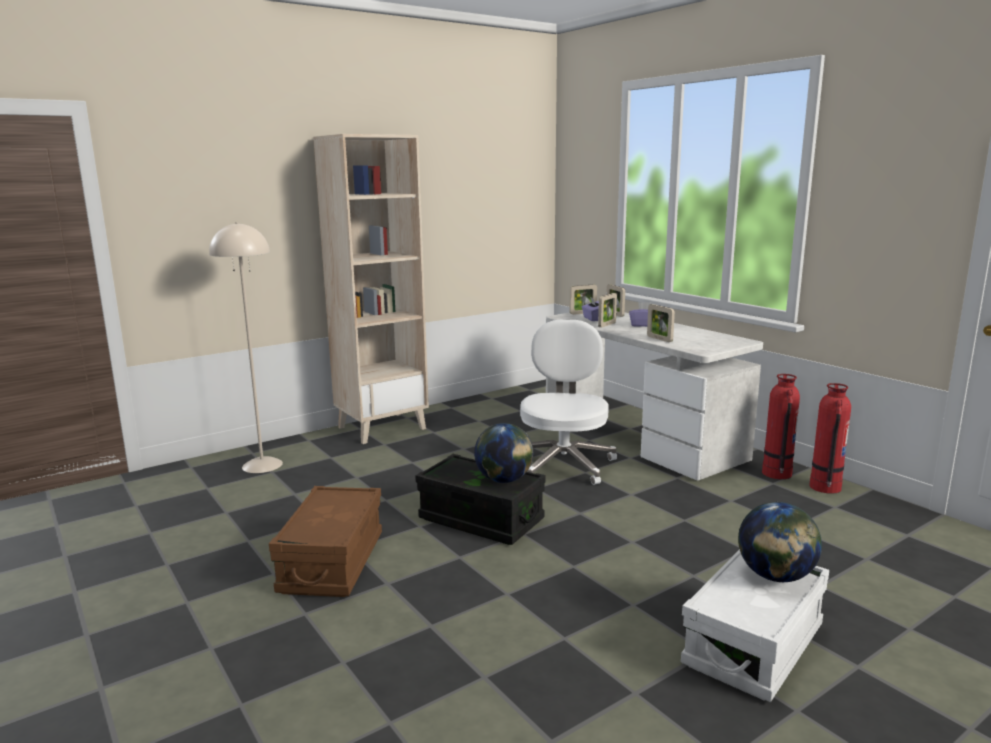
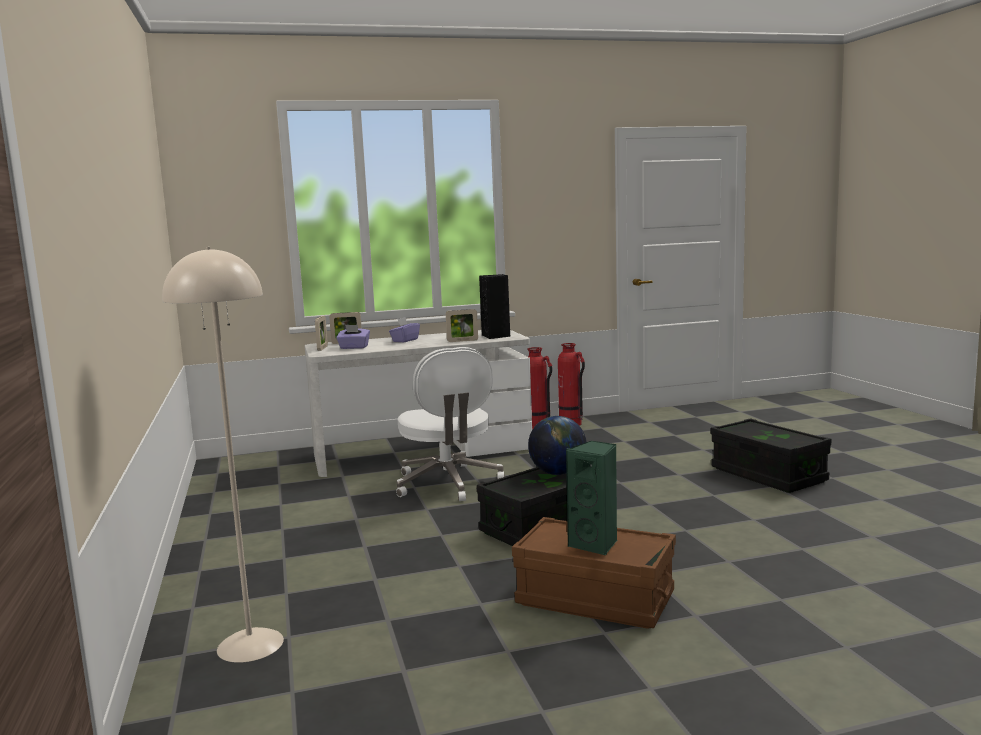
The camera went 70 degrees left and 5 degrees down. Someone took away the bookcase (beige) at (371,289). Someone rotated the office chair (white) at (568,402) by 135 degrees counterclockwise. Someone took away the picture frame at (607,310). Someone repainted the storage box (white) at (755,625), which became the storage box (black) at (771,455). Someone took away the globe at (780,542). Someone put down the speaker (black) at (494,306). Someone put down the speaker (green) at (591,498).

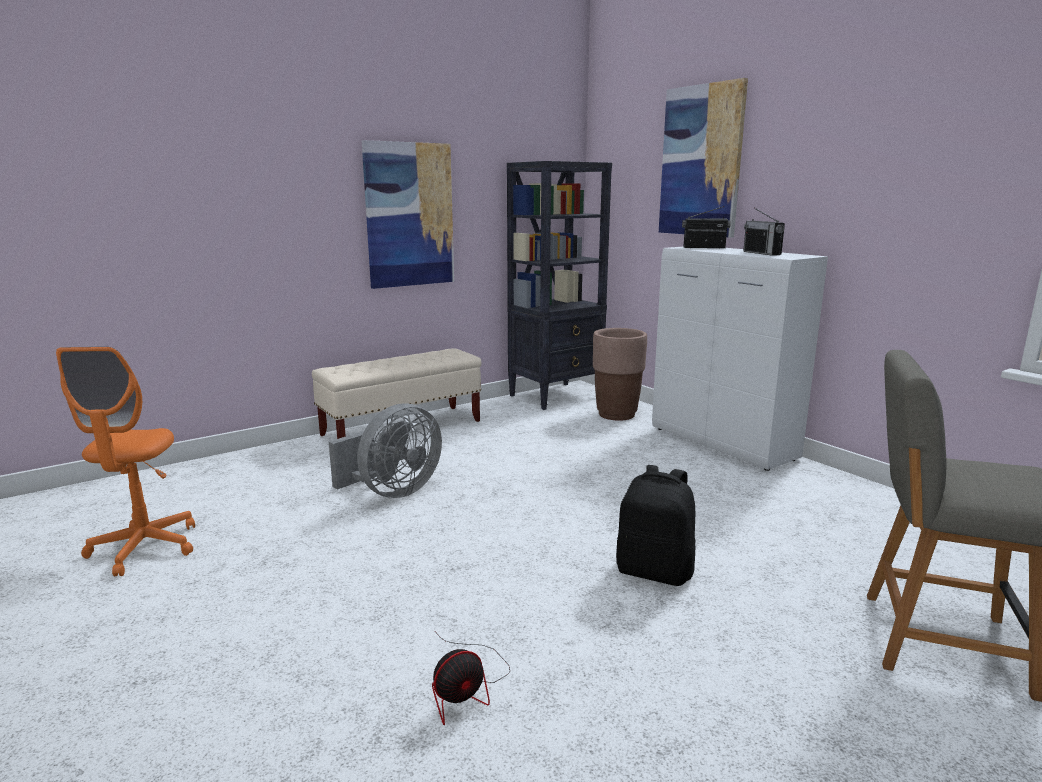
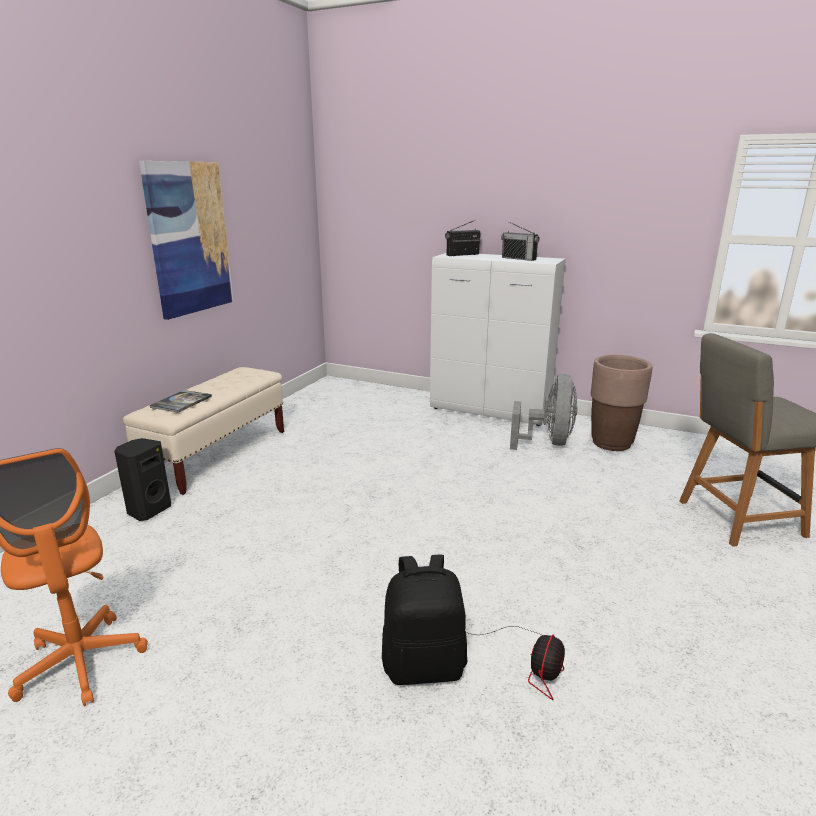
The camera went 30 degrees left and 5 degrees up. Someone carried the fan (grey) from (385,450) to (544,412). Someone took away the bookcase (black) at (559,285). Someone carried the planter (brown) from (620,374) to (621,403). Someone carried the backpack (black) from (655,525) to (424,619). Someone took away the picture at (703,158). Someone put down the speaker (black) at (142,479). Someone put down the book at (180,401).

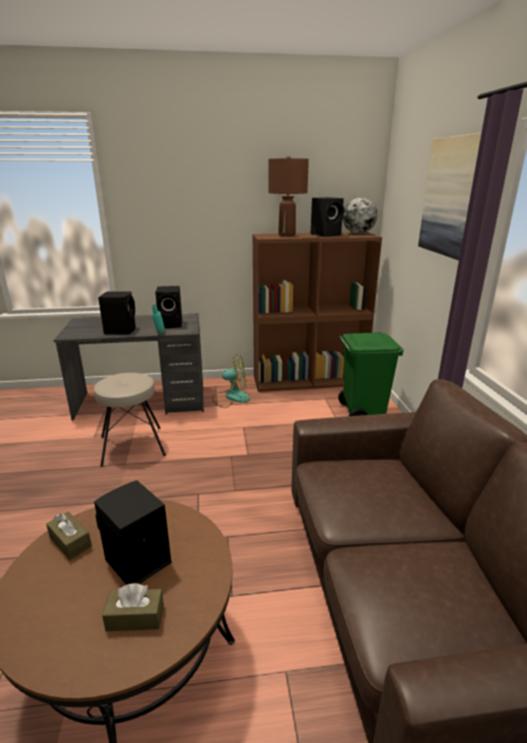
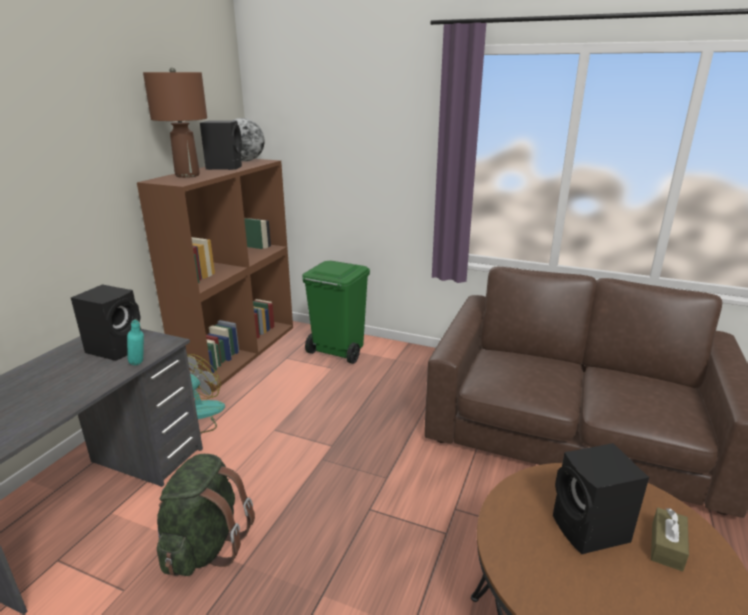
The camera went 60 degrees left and 0 degrees up. Someone took away the tissue box (brown) at (69,536). Someone swapped the stool (beige) at (130,420) for the backpack (green) at (206,515). Someone took away the speaker (black) at (117,313). Someone took away the picture at (450,196).

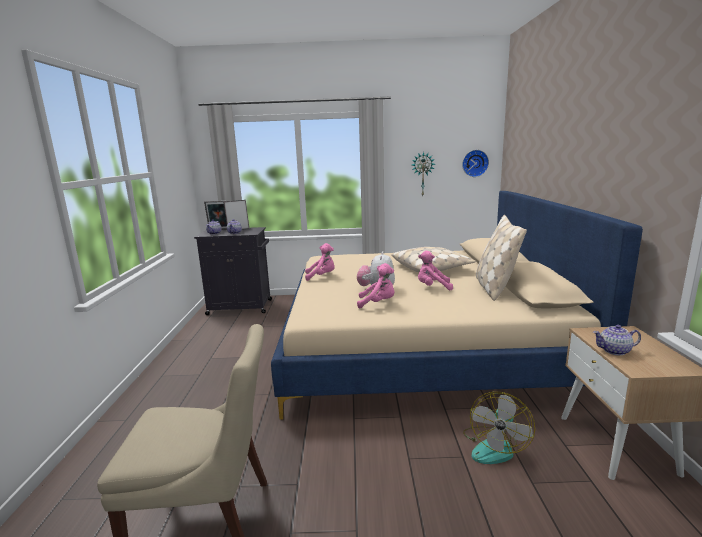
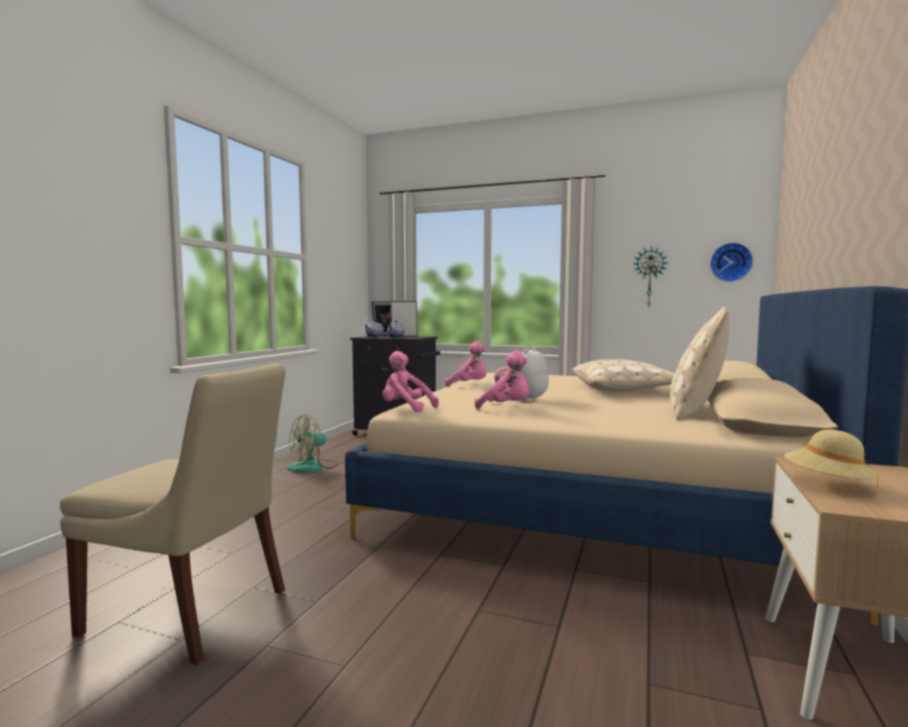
The camera went 20 degrees right and 10 degrees down. Someone carried the plush toy (pink) from (435,270) to (410,381). Someone carried the fan from (499,428) to (313,443). Someone swapped the teapot at (617,340) for the hat (beige) at (831,459).

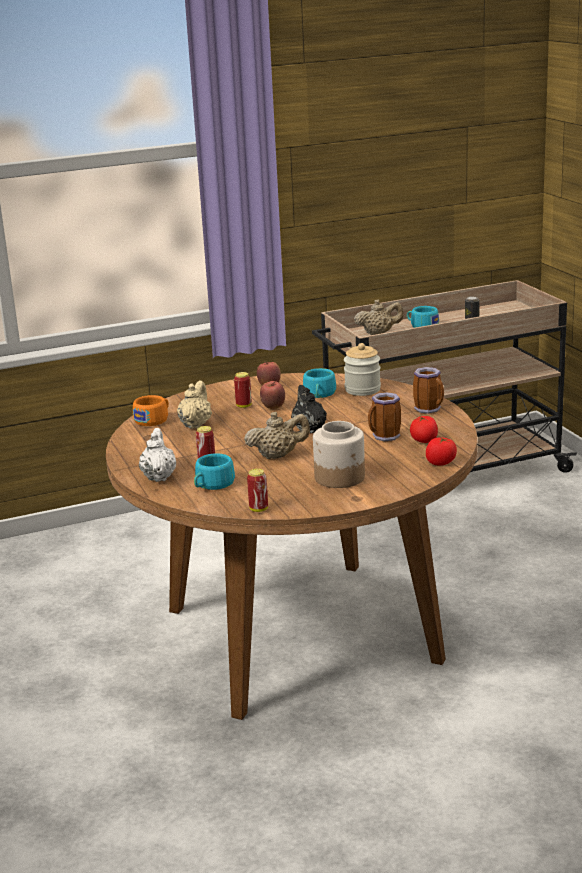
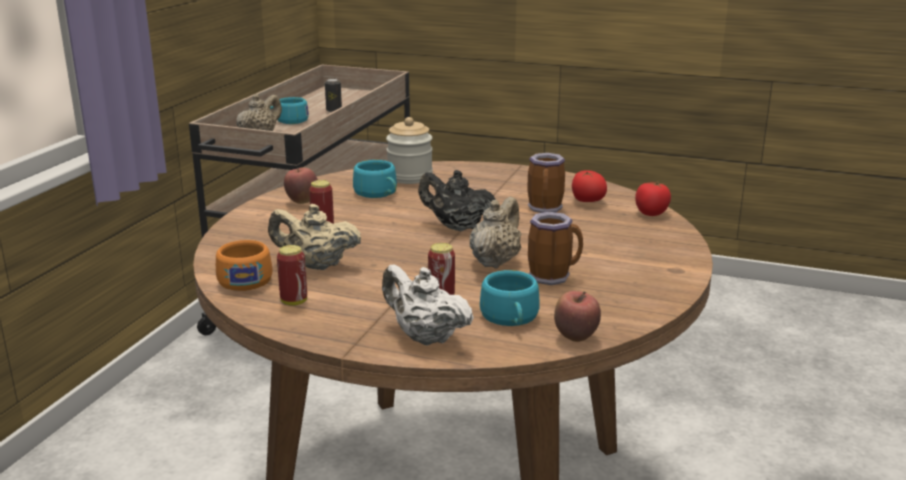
The camera went 50 degrees left and 0 degrees up. Someone rotated the teapot (beige) at (194,405) by 45 degrees counterclockwise. Someone carried the can from (257,490) to (292,275). Someone carried the apple from (272,395) to (577,316). Someone took away the jar at (339,454). Someone carried the mug from (428,390) to (555,248).

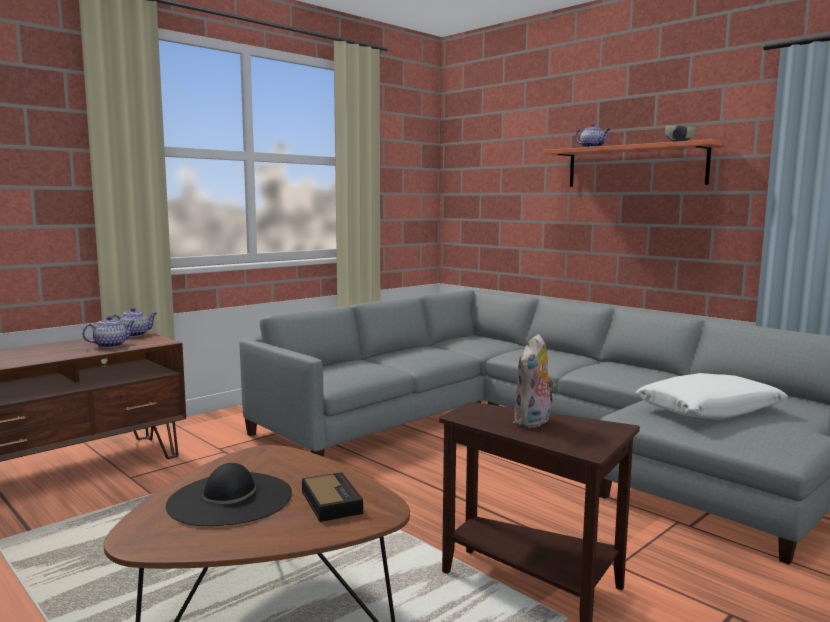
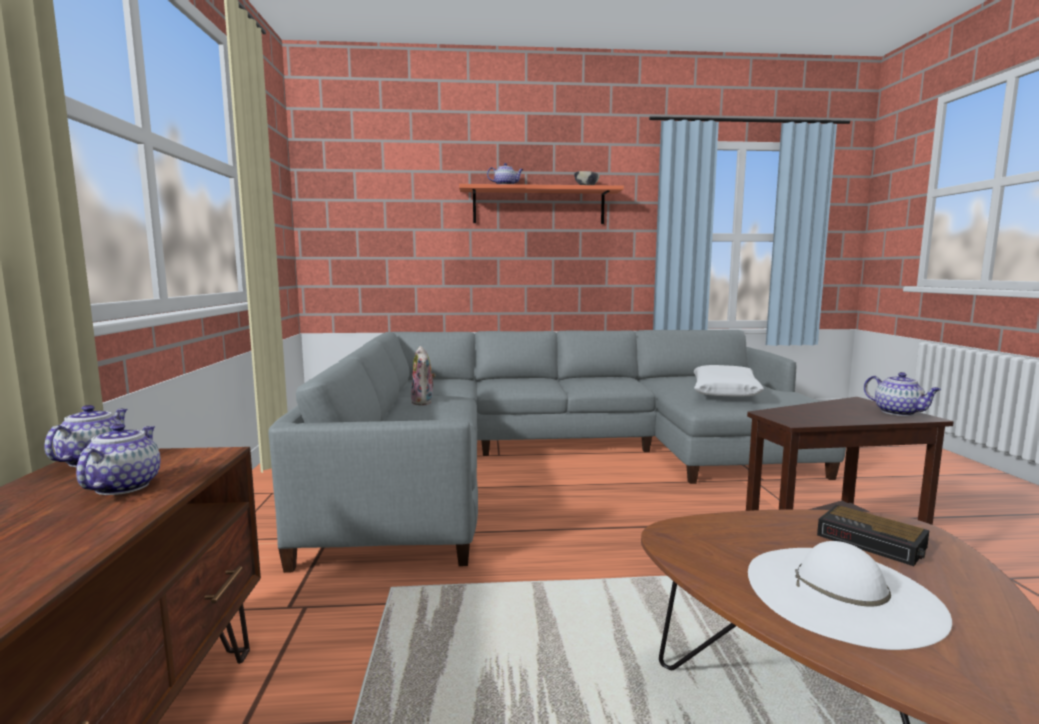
The camera went 50 degrees left and 0 degrees up. Someone repainted the hat (black) at (229,494), which became the hat (white) at (850,595). Someone rotated the alarm clock at (332,497) by 150 degrees counterclockwise. Someone carried the plush toy from (534,381) to (423,375). Someone put down the teapot at (902,394).

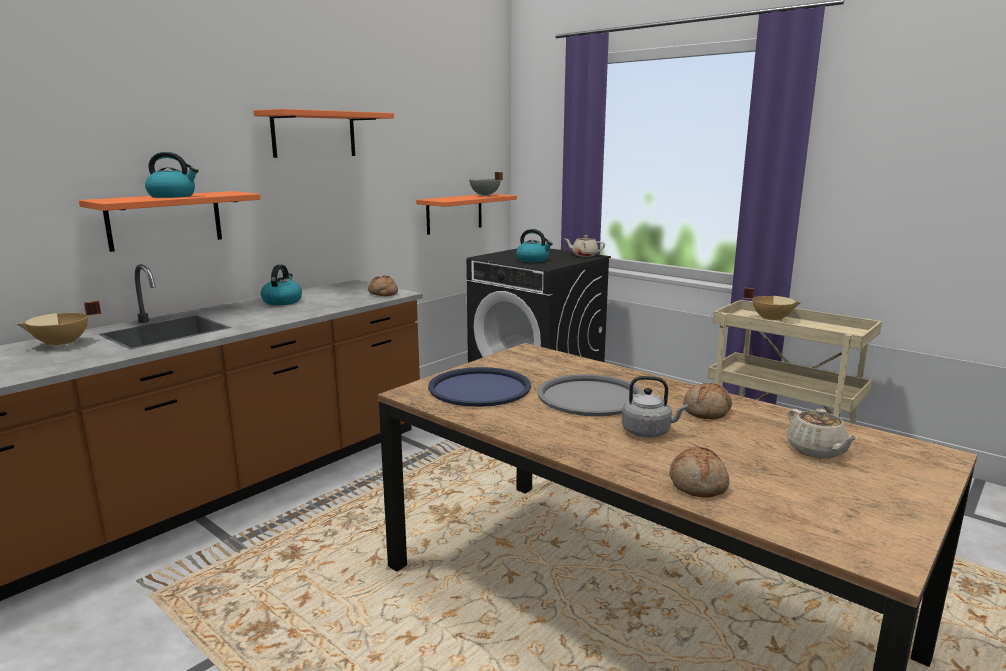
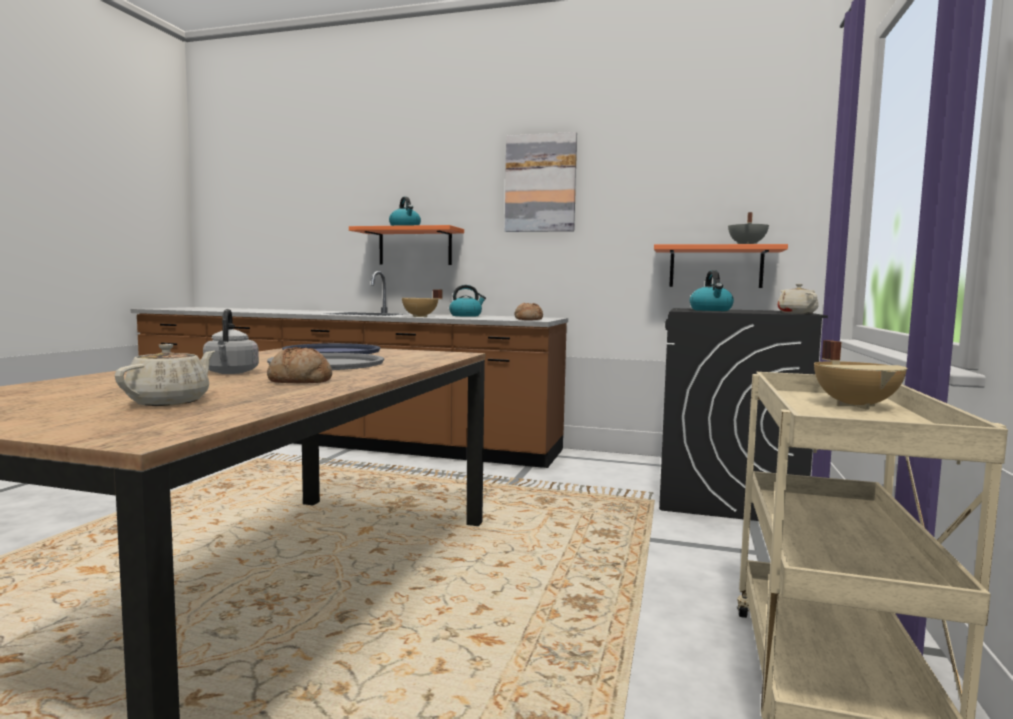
The camera went 65 degrees right and 10 degrees down. Someone carried the cooking pot (beige) from (58,324) to (422,303). Someone swapped the shelf (orange) at (324,133) for the picture at (541,182). Someone took away the bread at (699,472). Someone rotated the teapot (beige) at (822,434) by 150 degrees clockwise.

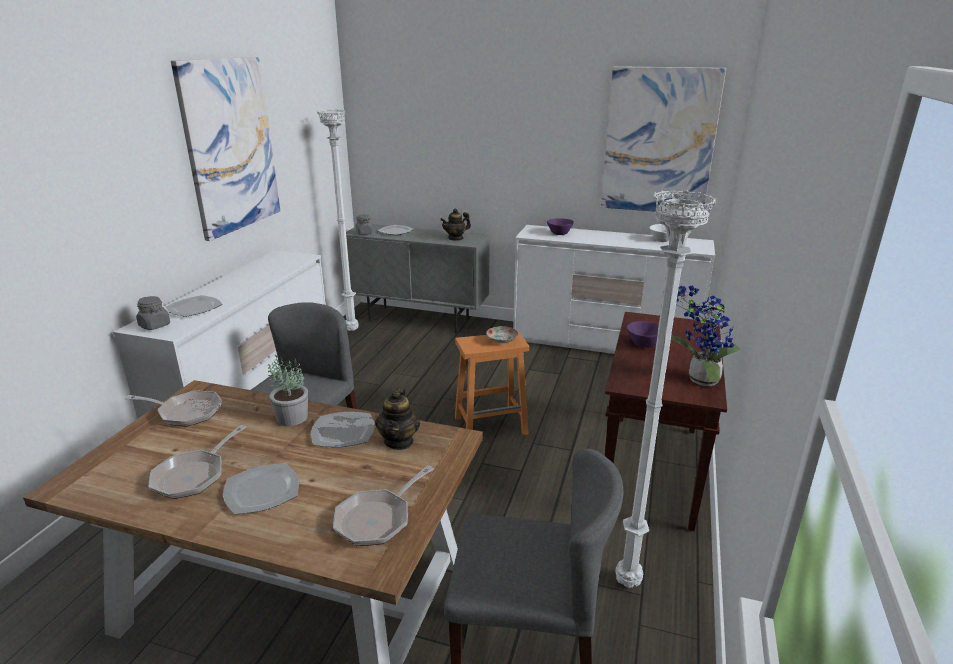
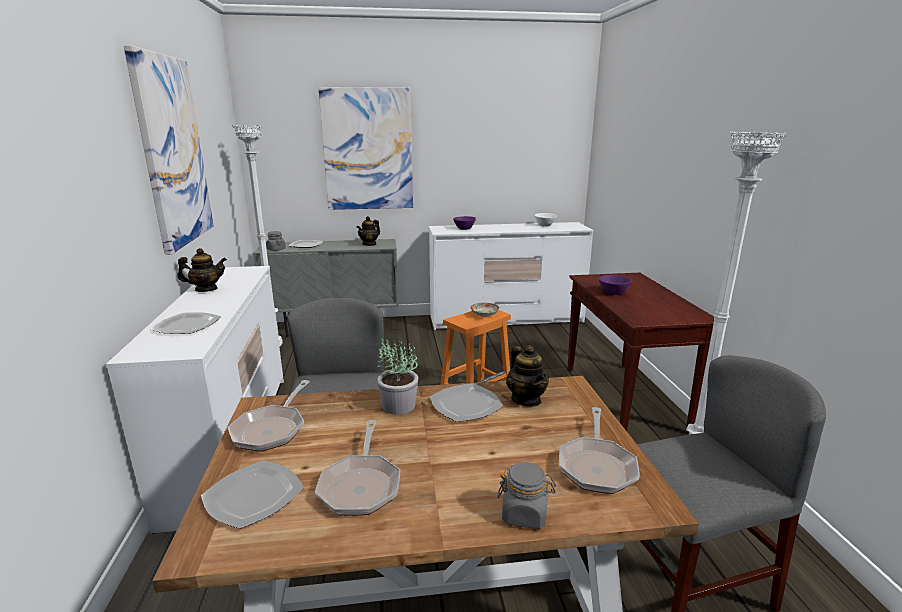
The camera went 25 degrees left and 5 degrees down. Someone rotated the frying pan at (173,408) by 120 degrees clockwise. Someone carried the jar (grey) from (153,313) to (526,495). Someone carried the plate from (261,488) to (252,495). Someone carried the picture from (663,139) to (365,148). Someone took away the potted plant at (705,335). Someone put down the teapot at (202,270).

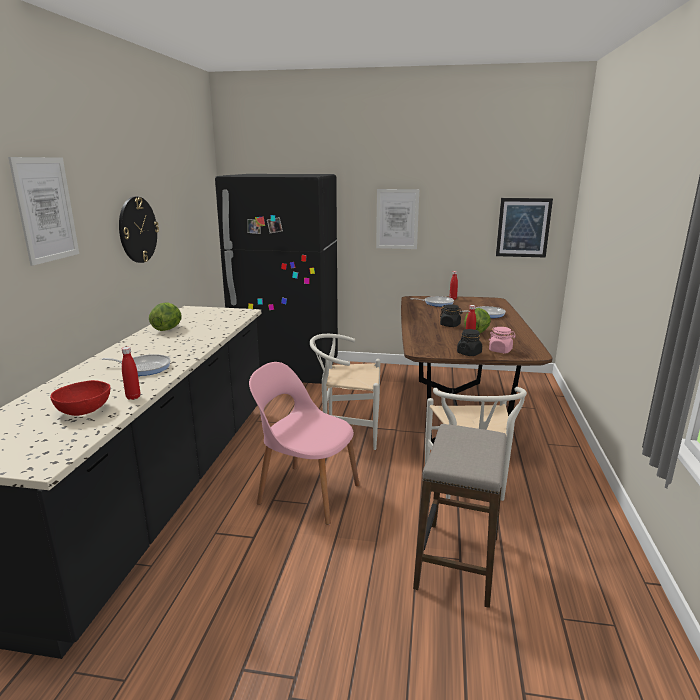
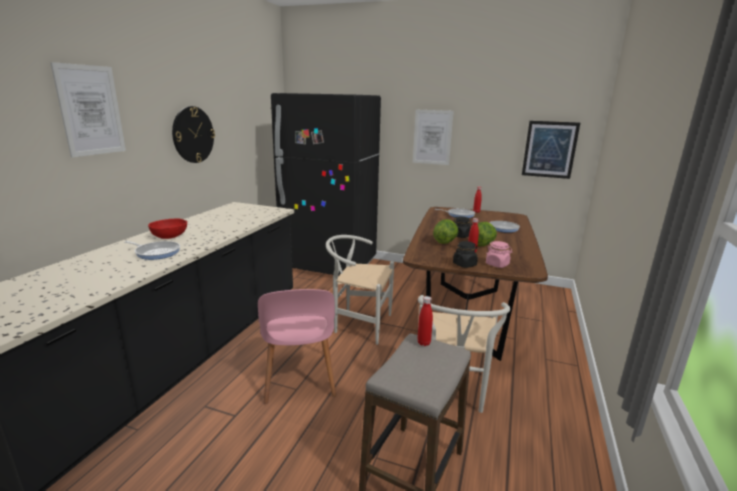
The camera went 10 degrees right and 0 degrees up. Someone carried the bowl (red) from (80,398) to (167,228). Someone carried the bottle (red) from (131,373) to (425,321). Someone carried the lettuce from (165,316) to (445,231). Someone rotated the chair (pink) at (304,443) by 135 degrees counterclockwise.

